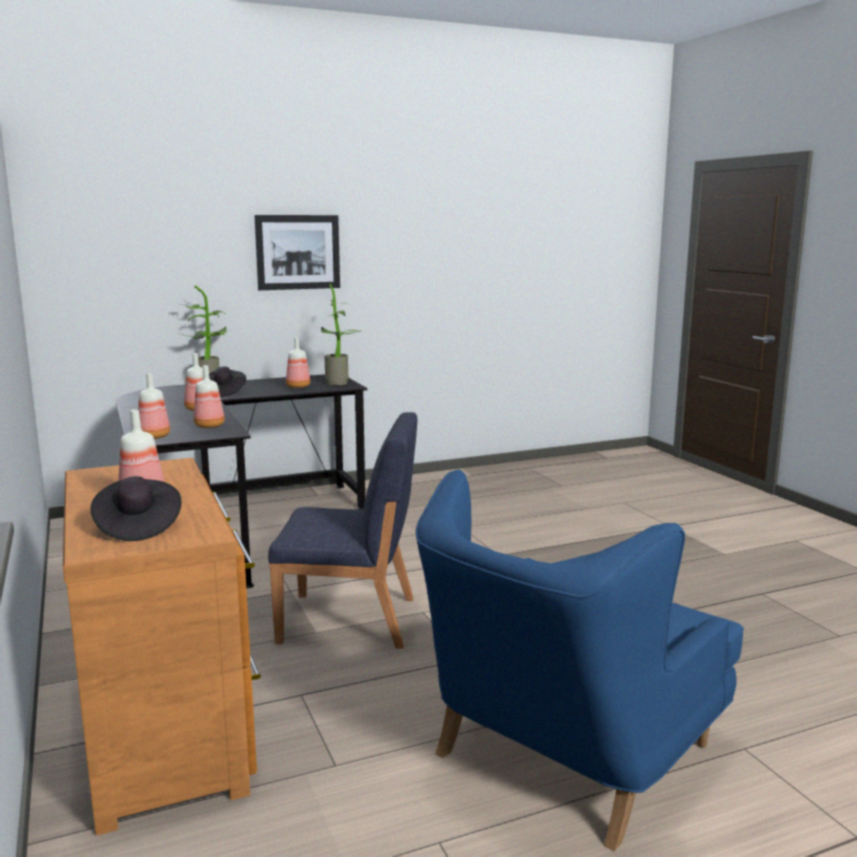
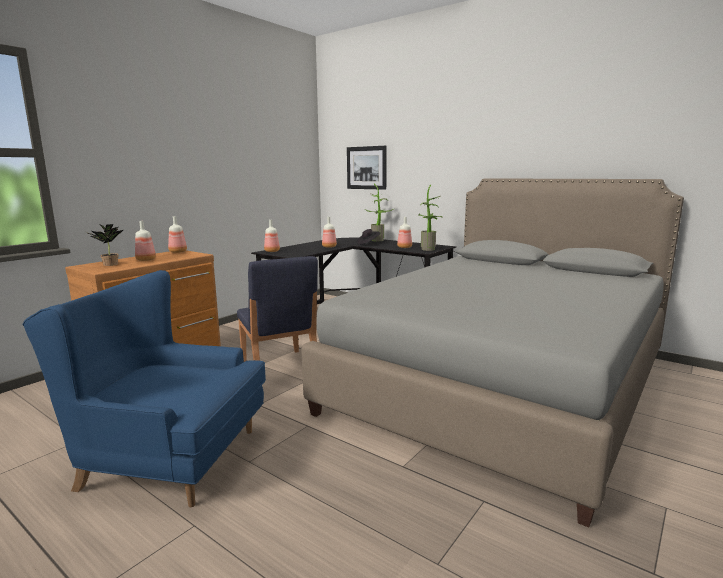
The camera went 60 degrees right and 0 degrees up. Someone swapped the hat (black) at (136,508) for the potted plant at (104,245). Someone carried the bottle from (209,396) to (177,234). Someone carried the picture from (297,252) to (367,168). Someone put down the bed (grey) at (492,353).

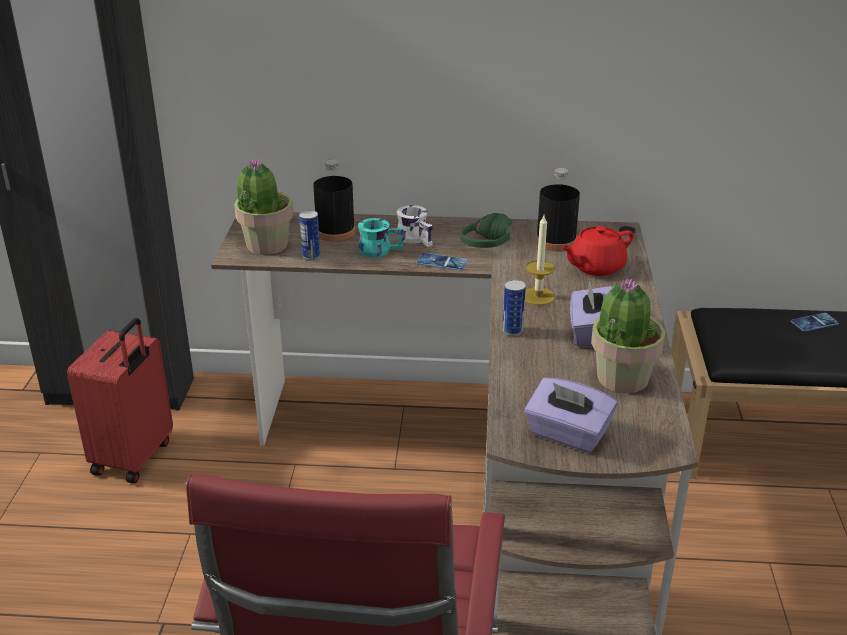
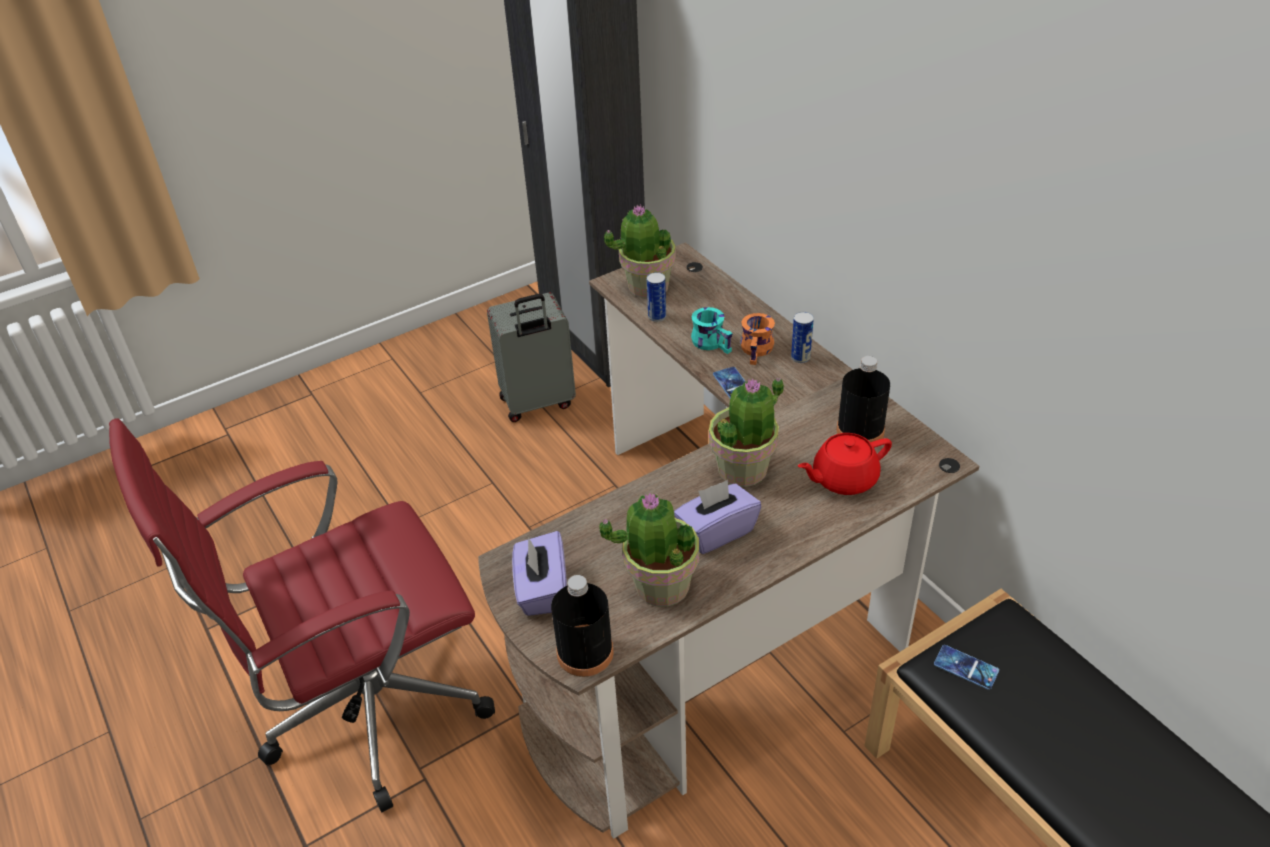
The camera went 55 degrees right and 10 degrees up. Someone repainted the suitcase (red) at (120,400), which became the suitcase (grey) at (531,357). Someone carried the bottle (black) from (334,200) to (582,626). Someone repainted the mug (white) at (415,226), which became the mug (orange) at (757,339). Someone took away the headphones (green) at (486,230). Someone carried the can from (514,308) to (802,337). Someone swapped the candle at (540,260) for the potted plant at (746,432). Someone rotated the teapot (red) at (597,251) by 45 degrees counterclockwise. Someone carried the phone from (814,322) to (966,667).

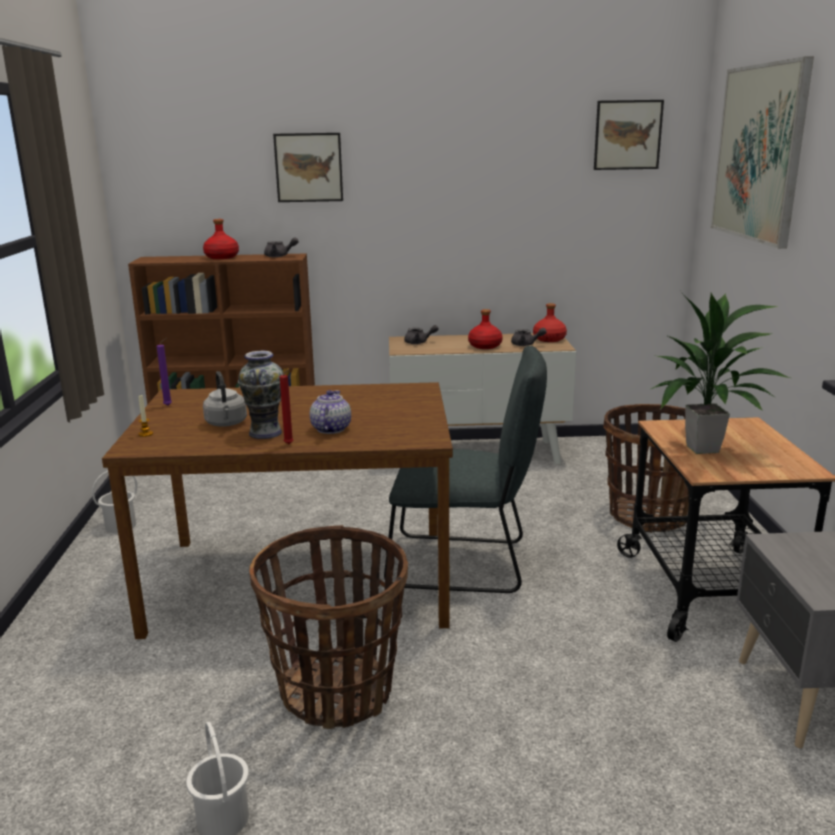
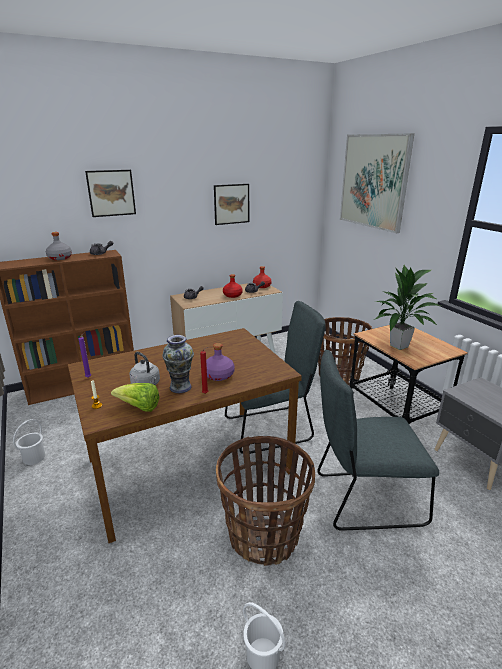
The camera went 25 degrees left and 5 degrees up. Someone repainted the bottle (red) at (221,239), which became the bottle (grey) at (59,246). Someone swapped the teapot at (330,412) for the bottle (purple) at (220,362). Someone carried the picture from (629,135) to (231,204). Someone put down the lettuce at (135,397). Someone put down the chair (grey) at (378,440).

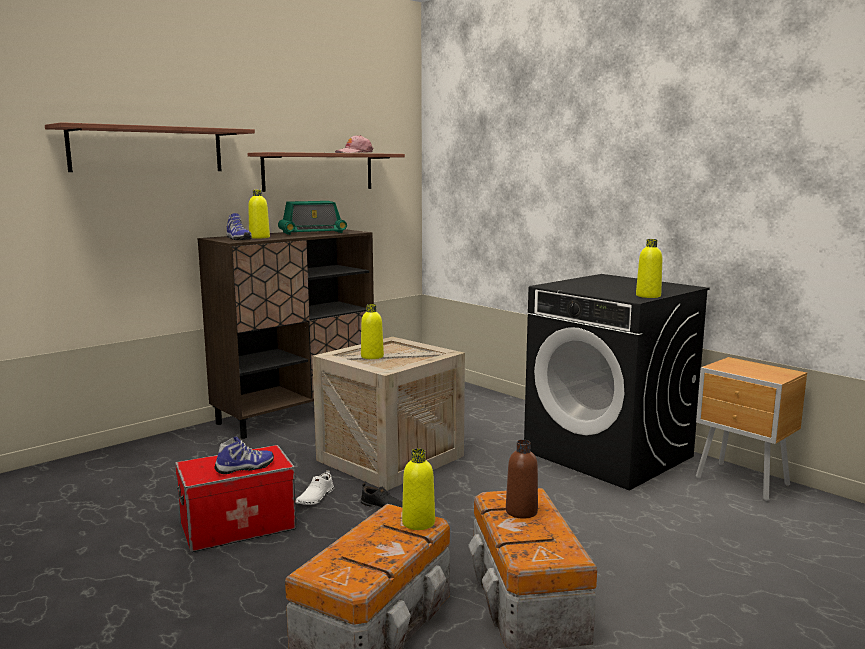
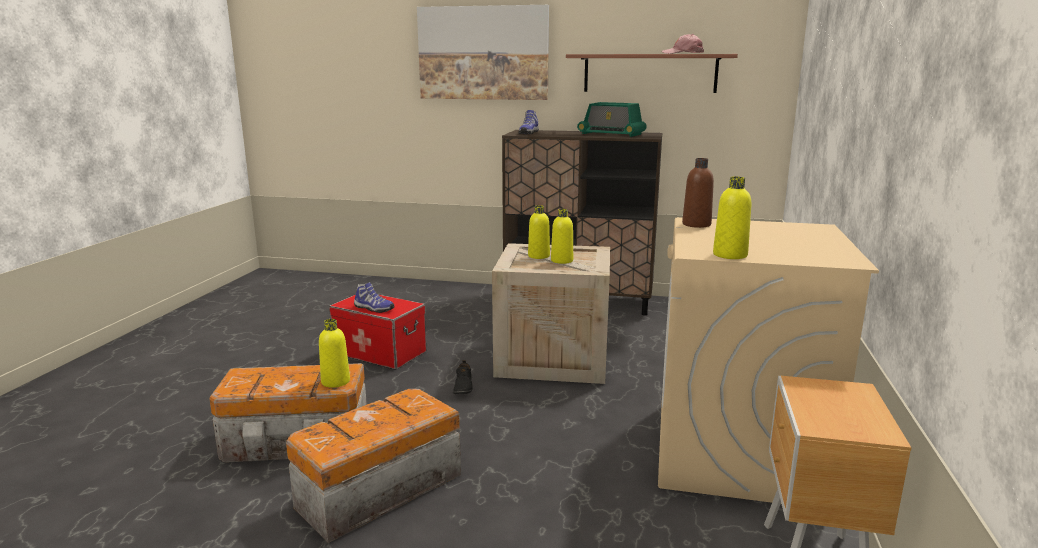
The camera went 55 degrees right and 5 degrees up. Someone swapped the shelf at (150,147) for the picture at (483,52). Someone carried the bottle (yellow) from (259,214) to (562,236). Someone took away the shoe (white) at (314,487). Someone carried the bottle (brown) from (522,479) to (698,193). Someone repainted the washing machine (black) at (617,382), which became the washing machine (beige) at (768,360).

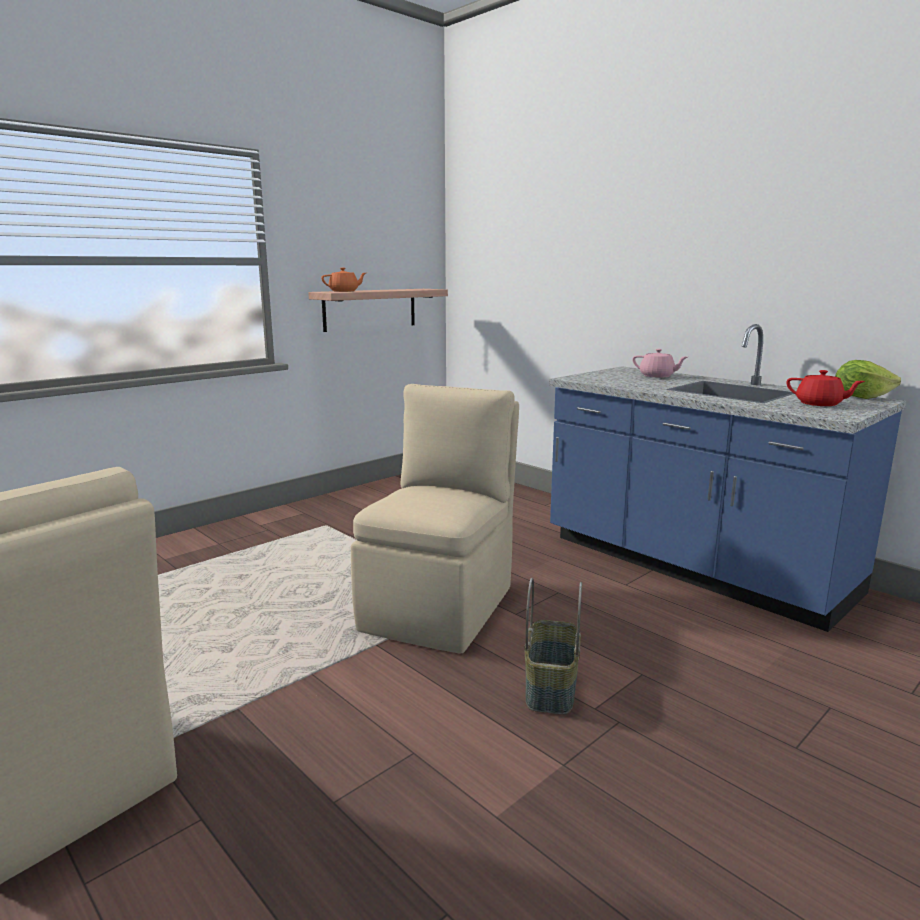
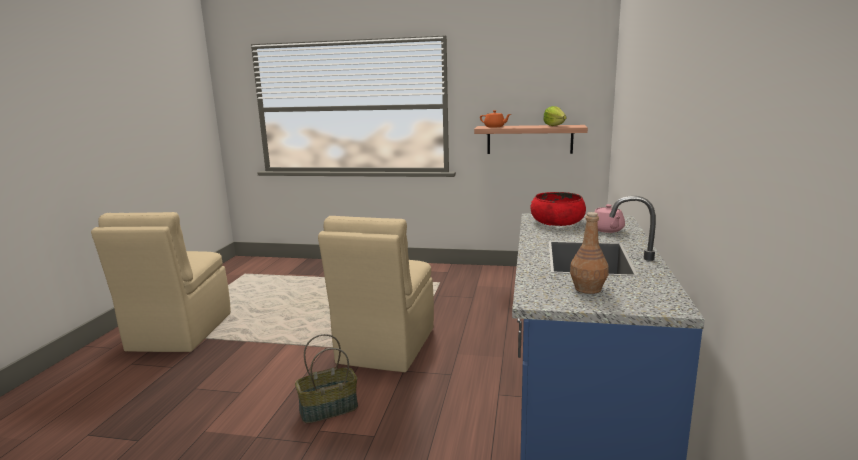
The camera went 55 degrees right and 0 degrees up. Someone rotated the chair (beige) at (435,519) by 120 degrees clockwise. Someone swapped the teapot (red) at (825,388) for the bottle (brown) at (589,253). Someone carried the lettuce from (868,379) to (555,116). Someone put down the bowl (red) at (558,209).

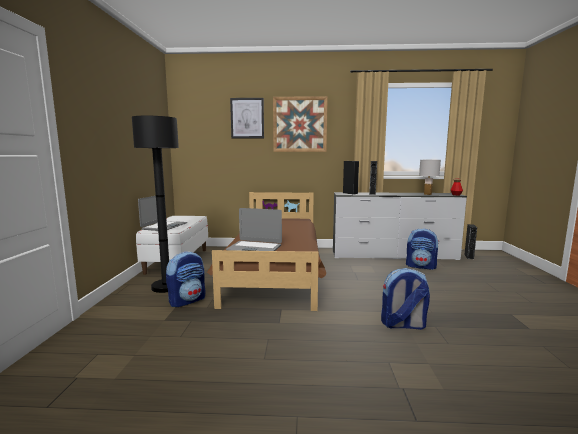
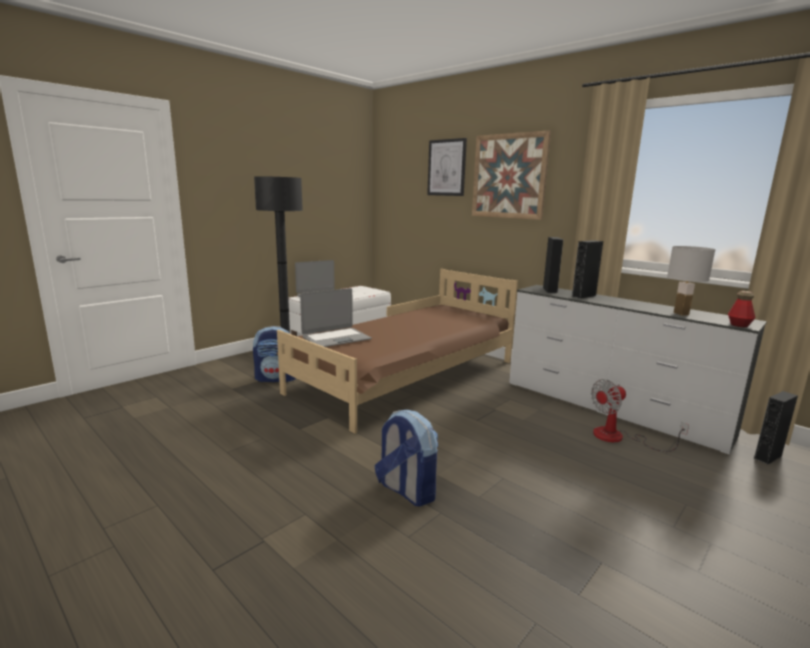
The camera went 40 degrees right and 5 degrees up. Someone rotated the laptop at (254,229) by 90 degrees counterclockwise. Someone swapped the backpack at (422,249) for the fan at (640,415).

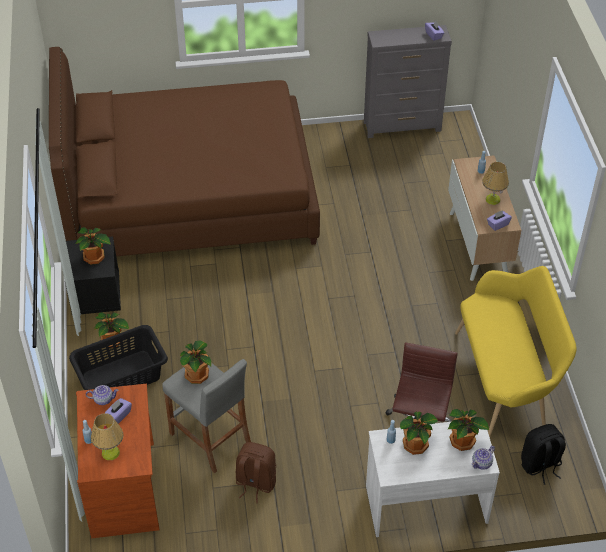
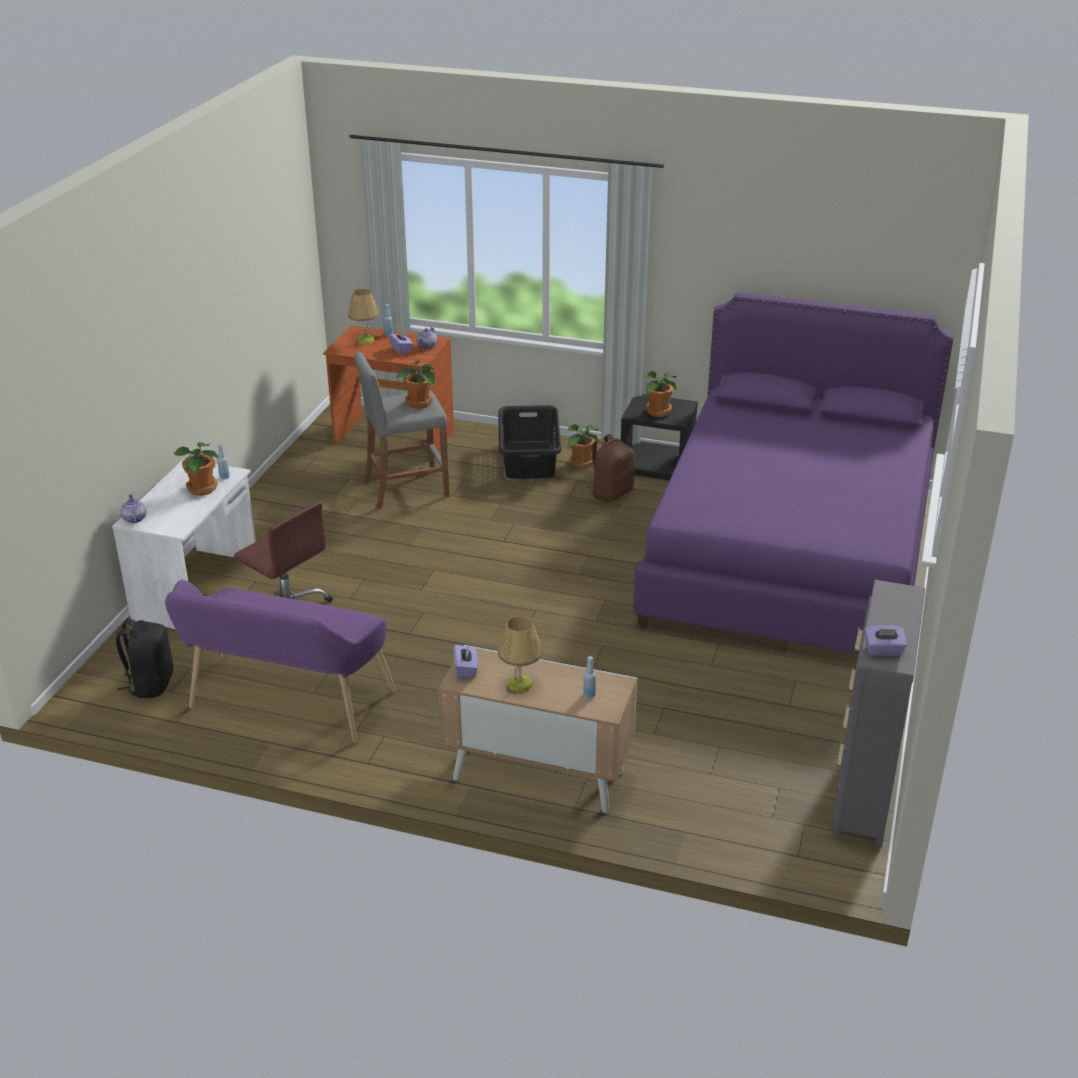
The camera went 115 degrees right and 15 degrees down. Someone repainted the bed (brown) at (184,151), which became the bed (purple) at (793,473). Someone carried the backpack (brown) from (256,472) to (610,468). Someone took away the potted plant at (468,430). Someone repainted the bench (yellow) at (515,351), which became the bench (purple) at (280,661).

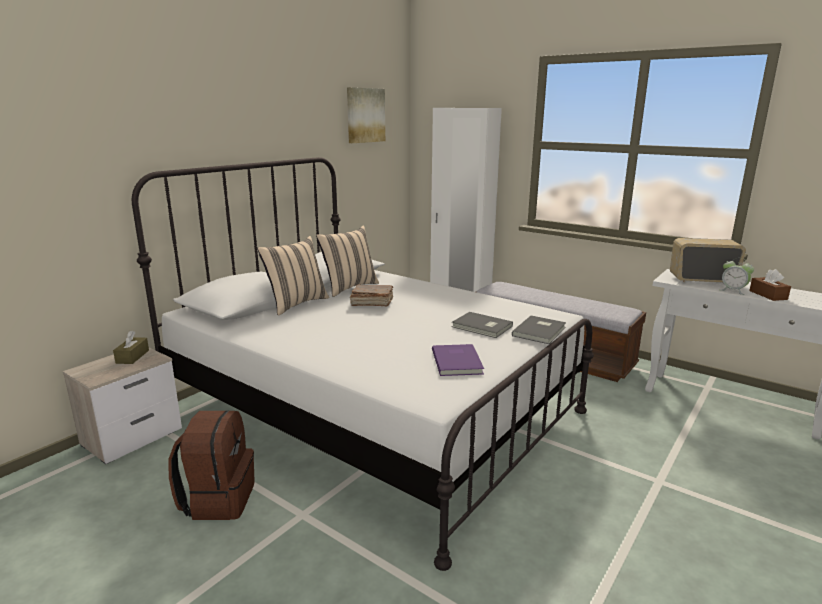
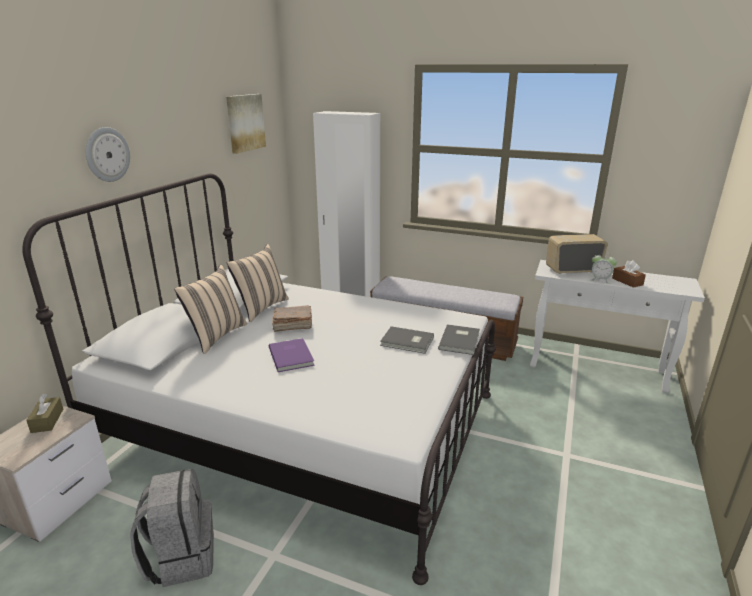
The camera went 15 degrees left and 5 degrees up. Someone repainted the backpack (brown) at (212,465), which became the backpack (grey) at (172,528). Someone carried the book (purple) from (458,360) to (292,355). Someone put up the wall clock at (108,154).

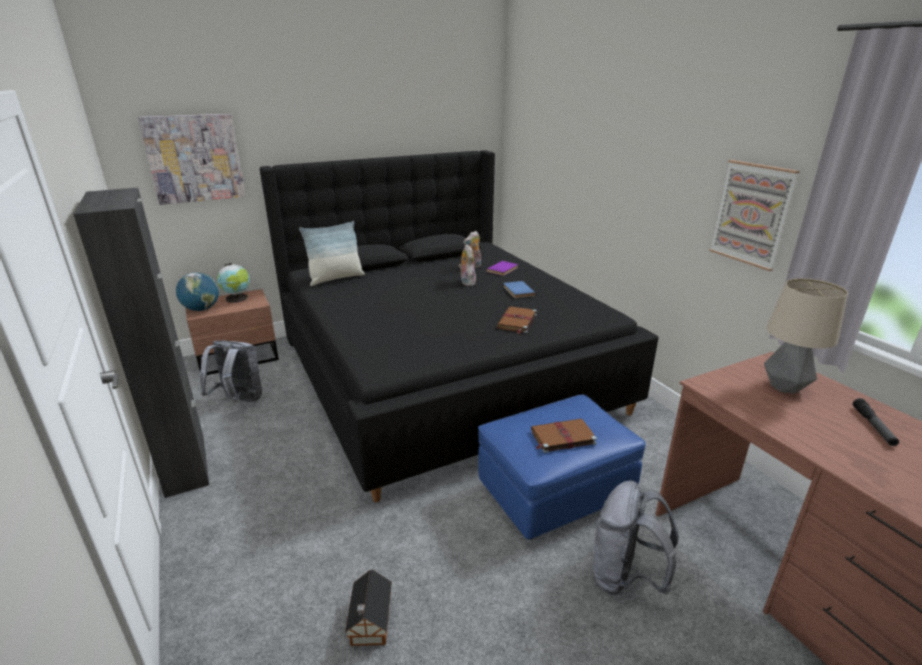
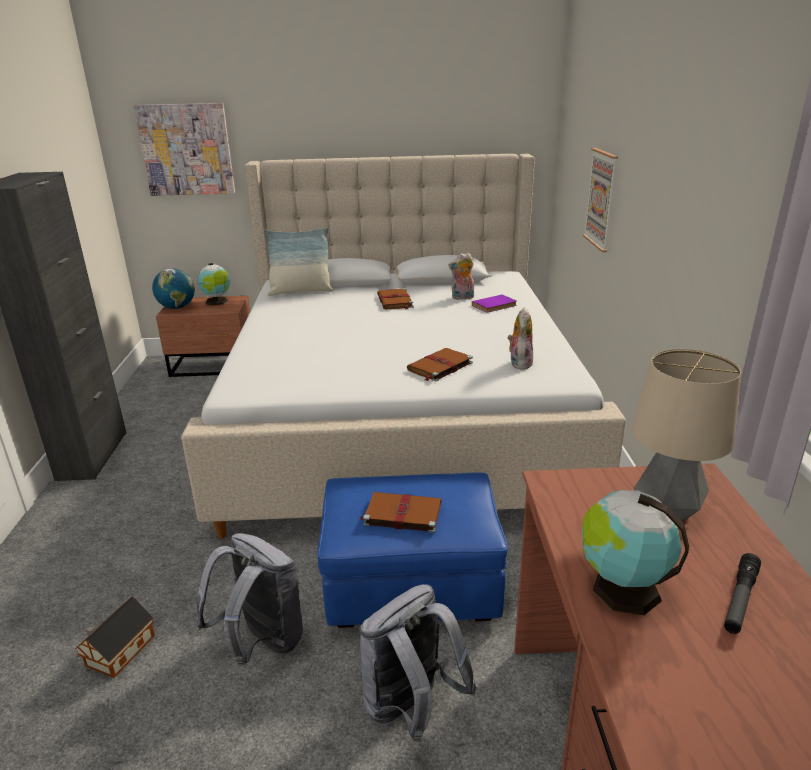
The camera went 25 degrees right and 0 degrees up. Someone carried the backpack (grey) from (231,372) to (249,599). Someone repainted the bed (black) at (459,326), which became the bed (beige) at (403,346). Someone carried the plush toy from (467,265) to (520,338). Someone took away the book (blue) at (519,289). Someone carried the picture from (754,215) to (600,200). Someone put down the book (brown) at (395,299). Someone put down the globe at (635,552).

